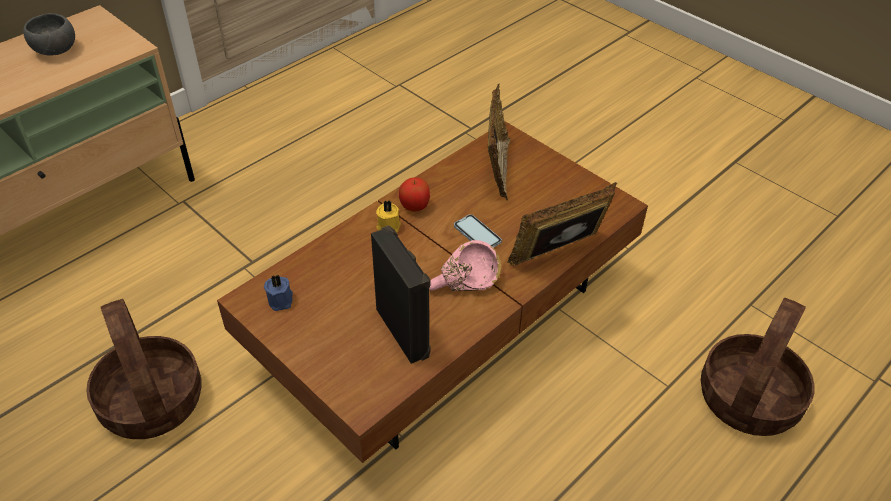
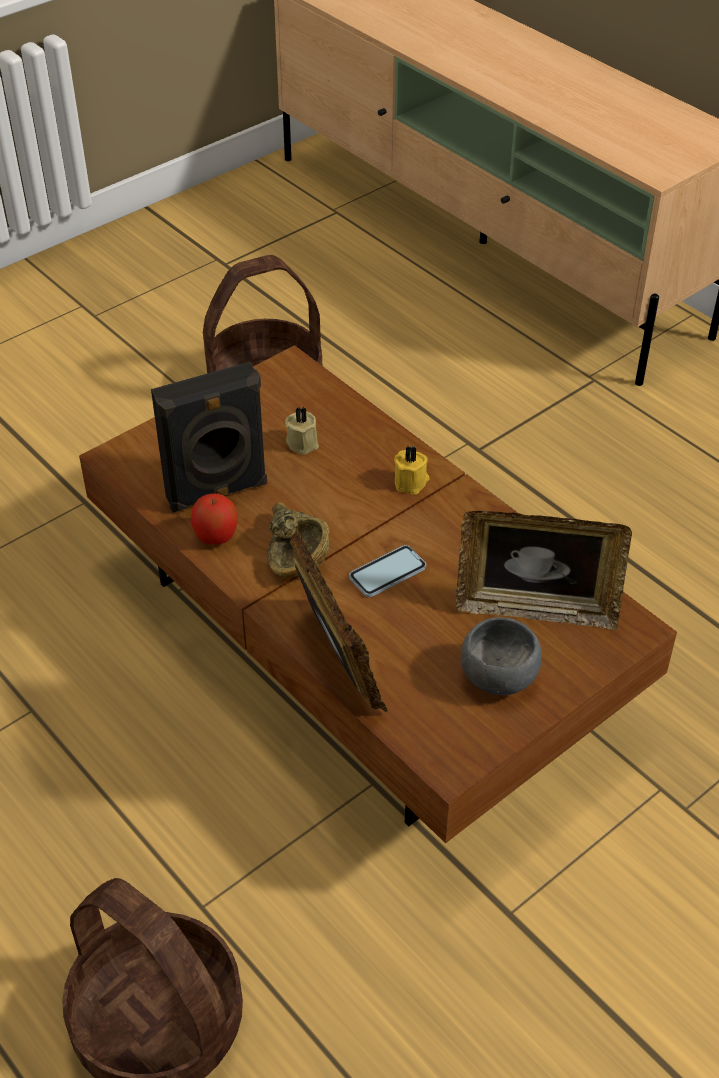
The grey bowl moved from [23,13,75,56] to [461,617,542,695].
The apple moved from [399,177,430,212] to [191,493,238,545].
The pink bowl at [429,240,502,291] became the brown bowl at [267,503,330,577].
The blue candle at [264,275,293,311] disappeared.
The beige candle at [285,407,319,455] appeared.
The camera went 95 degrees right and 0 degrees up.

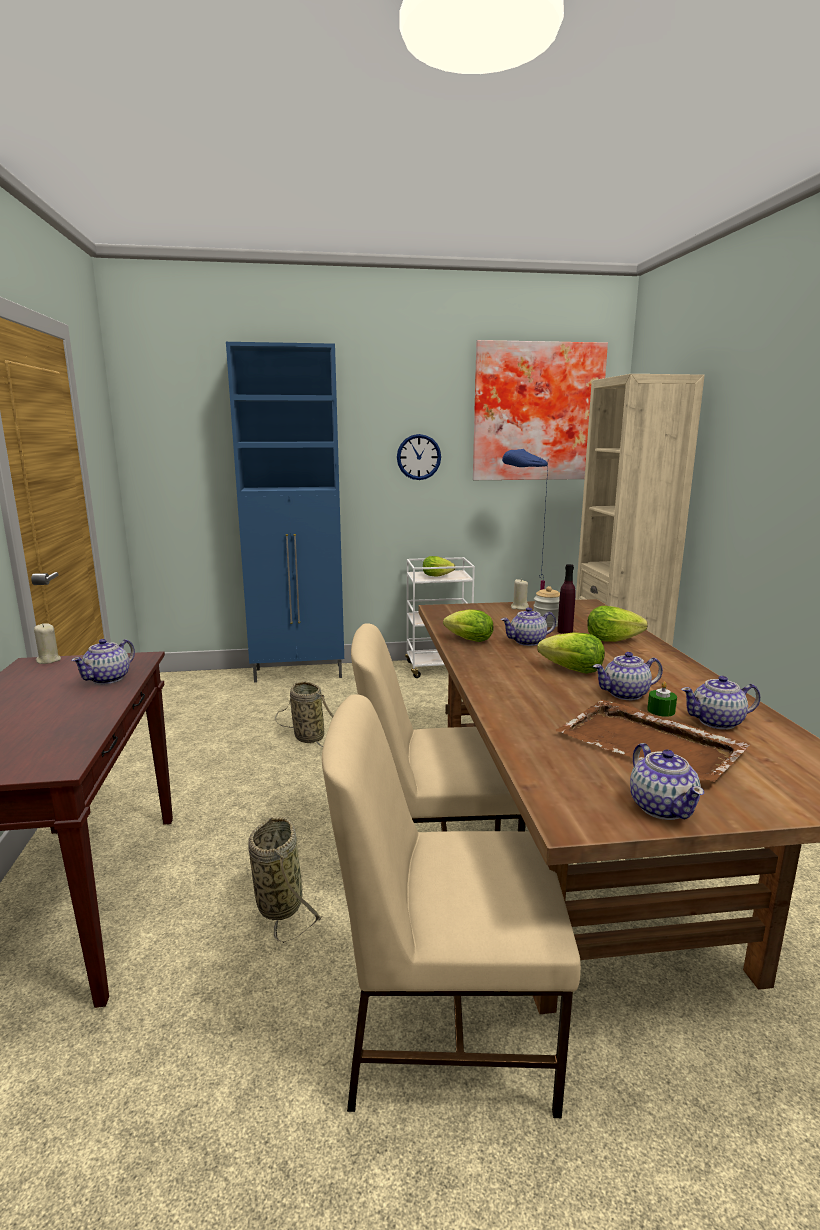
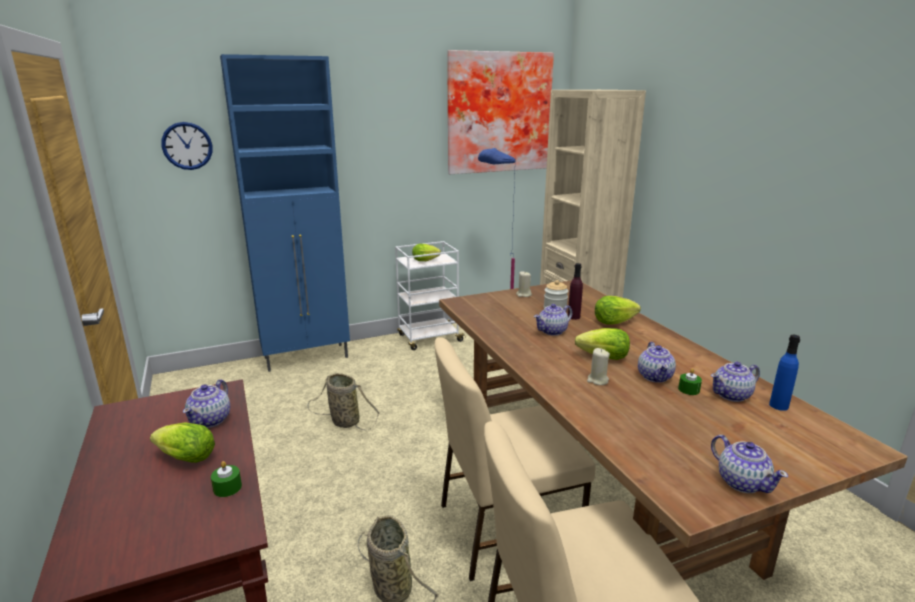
The wall clock moved from [397,434,441,480] to [161,122,213,170].
The lettuce moved from [443,609,493,642] to [150,422,215,463].
The beige candle moved from [34,623,61,664] to [587,348,610,385].
The teapot at [593,652,663,700] turned 60 degrees counterclockwise.
The brown tray at [556,700,750,782] disappeared.
The blue bottle at [769,335,800,411] appeared.
The green candle at [211,461,242,497] appeared.
The camera went 15 degrees left and 5 degrees up.

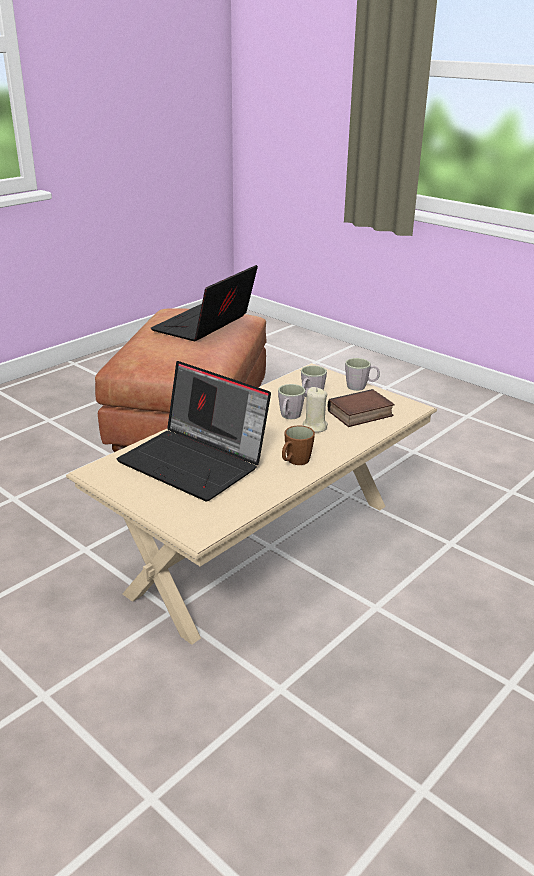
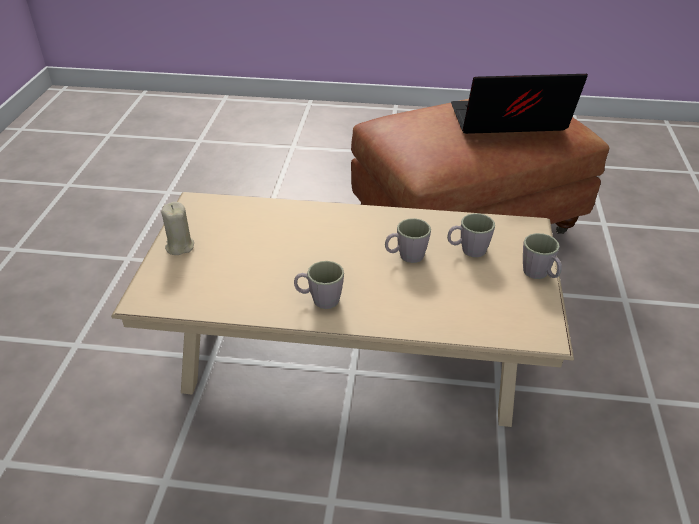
The laptop at [116,361,271,501] disappeared.
The beige candle moved from [303,387,328,433] to [161,202,194,255].
The book at [328,389,395,427] disappeared.
The brown mug at [282,425,315,465] became the grey mug at [294,261,344,309].
The camera went 55 degrees right and 10 degrees up.

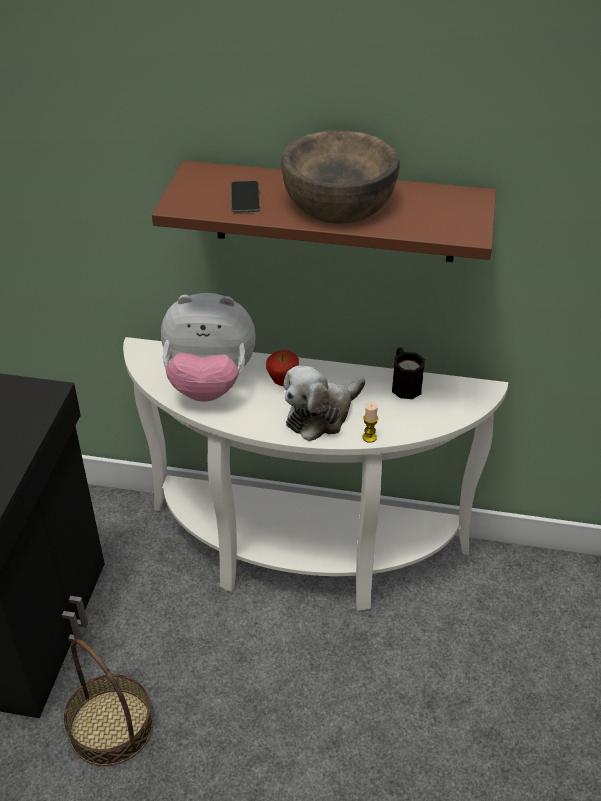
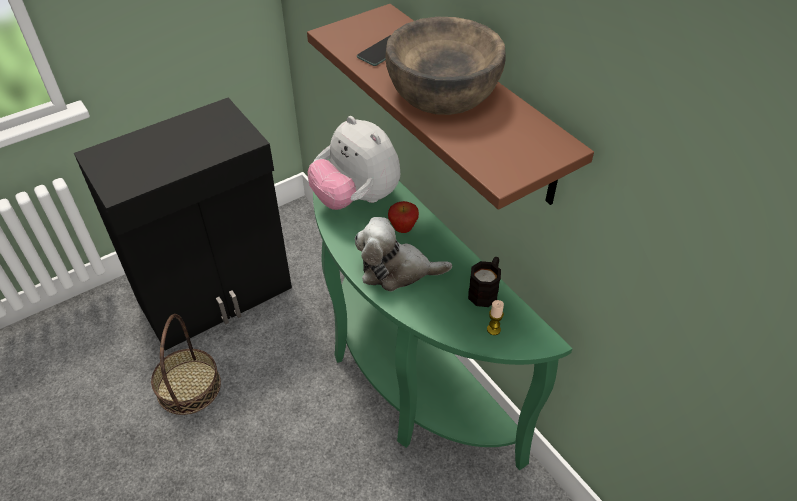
The white console table at [123,337,508,610] became the green console table at [313,159,573,470].
The candle moved from [363,403,378,443] to [487,300,504,335].
The camera went 45 degrees right and 5 degrees up.

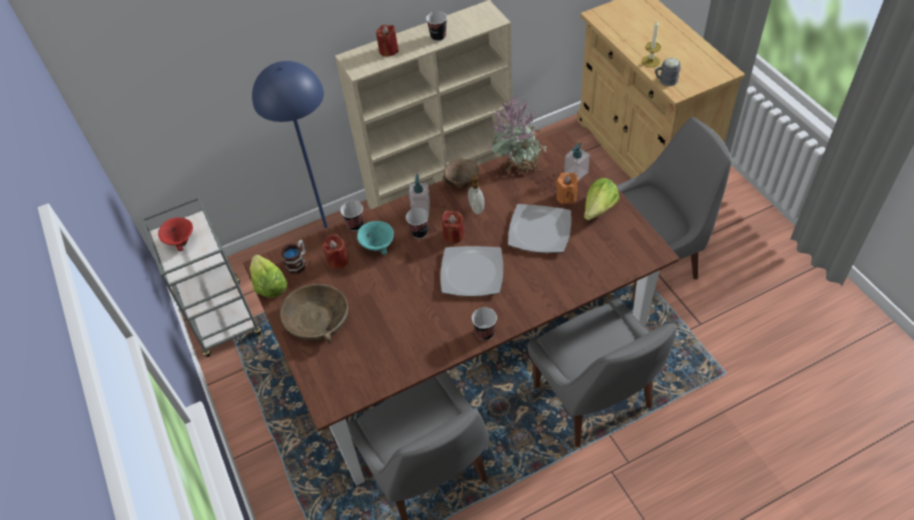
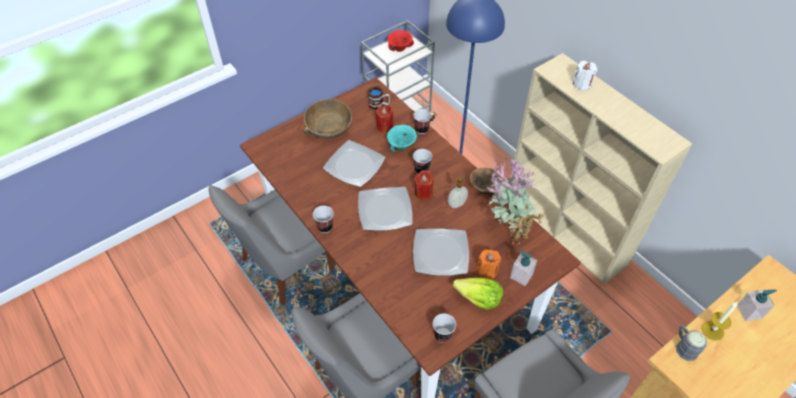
The cup moved from [426,11,447,42] to [433,313,456,343].
The red candle at [376,25,399,56] became the white candle at [572,61,597,90].
The soap dispenser moved from [409,174,430,214] to [737,289,777,322].
The lettuce at [250,255,287,298] disappeared.
The plate at [323,140,386,187] appeared.
The camera went 75 degrees right and 0 degrees up.

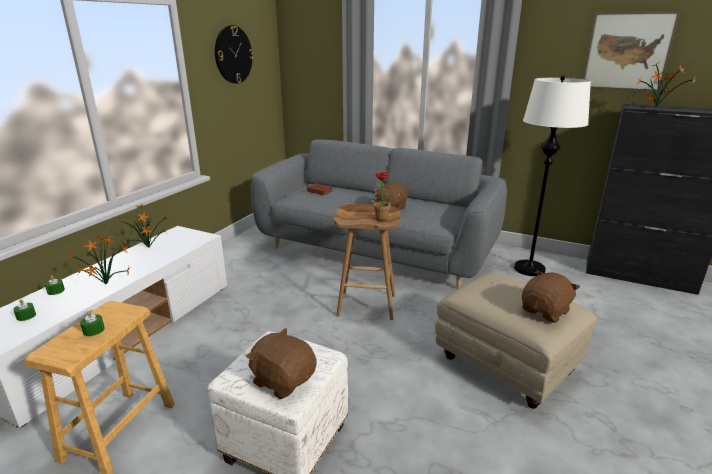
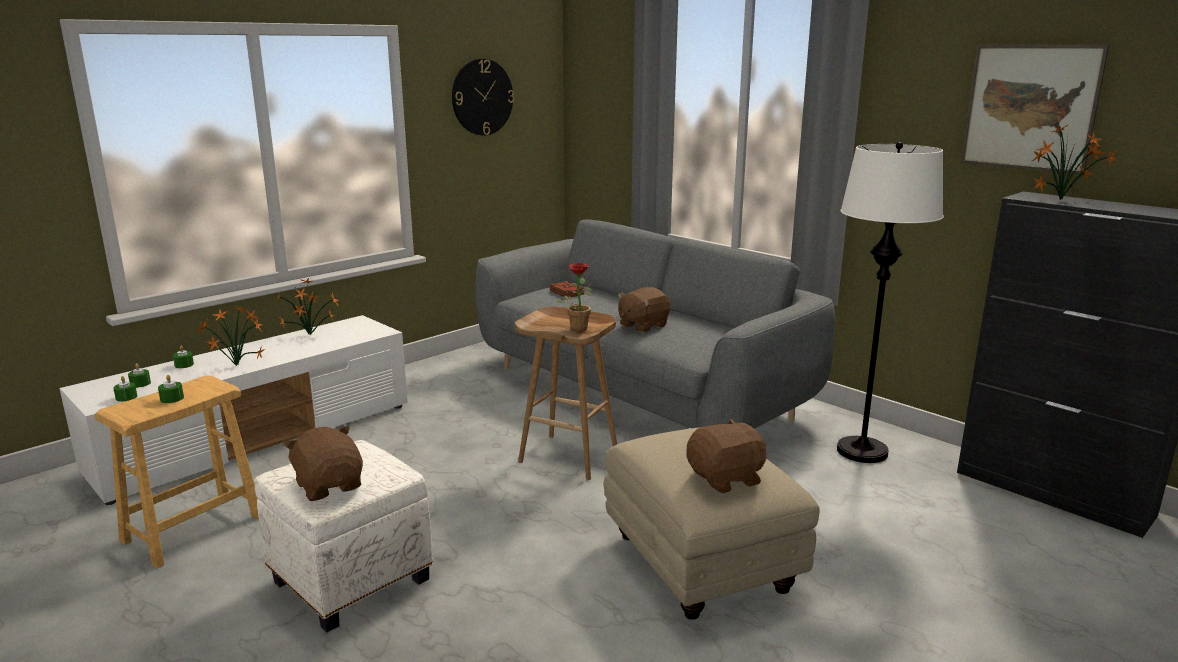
The green candle at [113,376,137,402] appeared.
The camera went 20 degrees right and 5 degrees down.

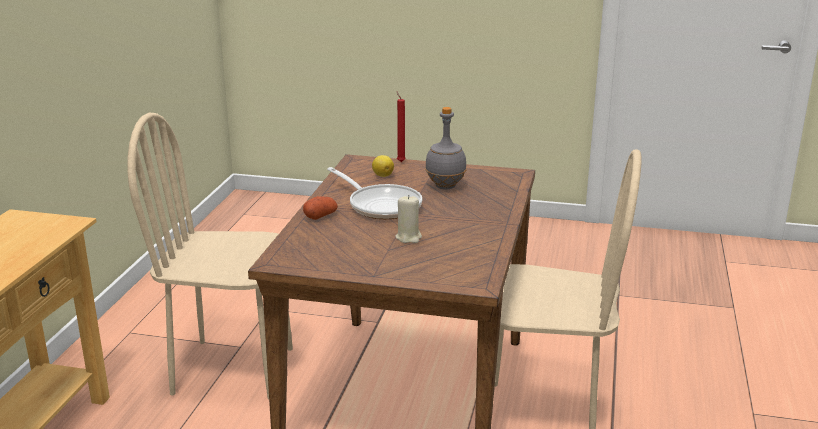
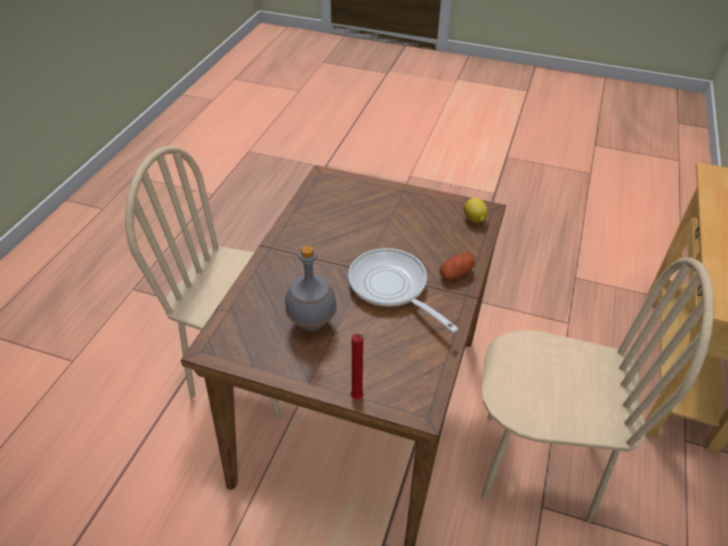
The lemon moved from [372,155,394,177] to [464,198,488,223].
The beige candle at [395,195,422,243] disappeared.
The camera went 175 degrees left and 20 degrees up.

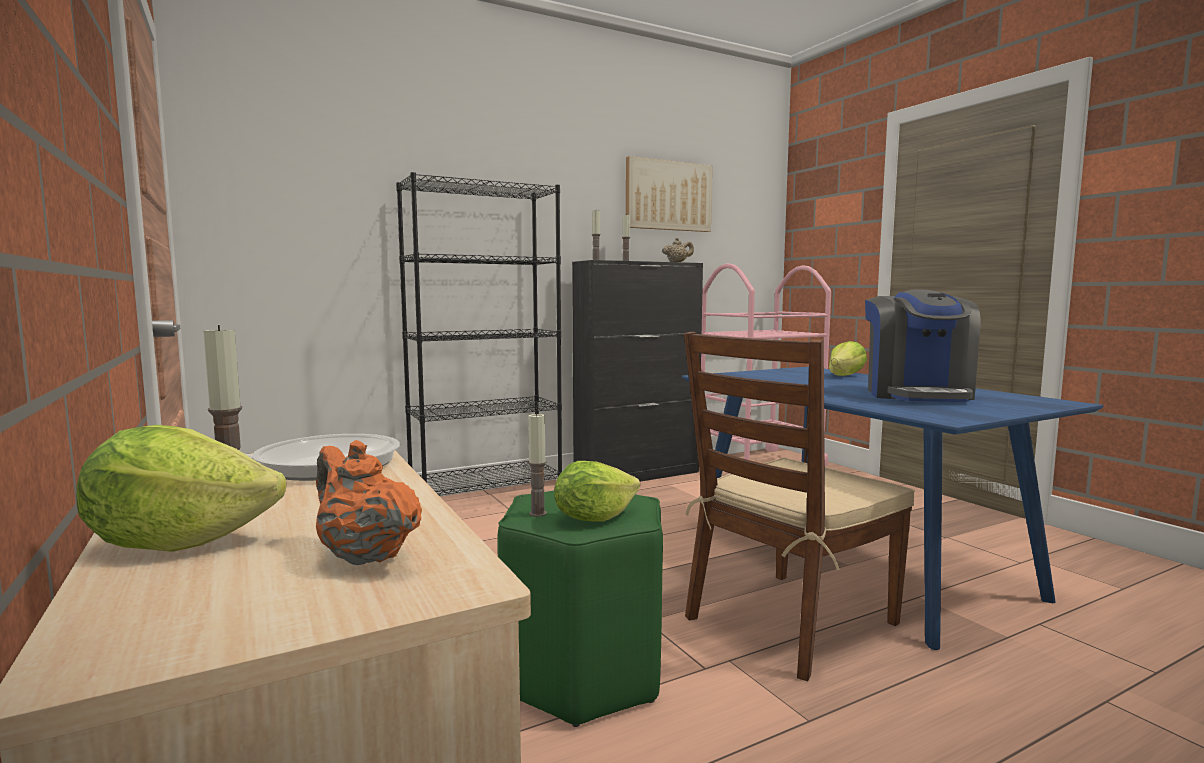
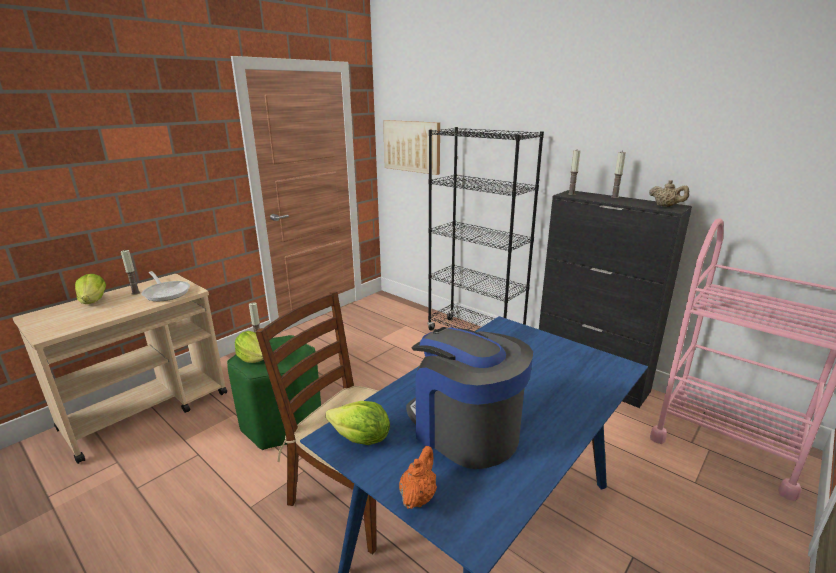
The picture moved from [626,156,712,232] to [383,120,440,175].
The coffee machine at [865,290,981,402] turned 60 degrees clockwise.
The lettuce moved from [829,341,867,376] to [325,401,390,445].
The orange teapot moved from [316,440,422,565] to [399,446,437,509].
The camera went 70 degrees right and 15 degrees up.

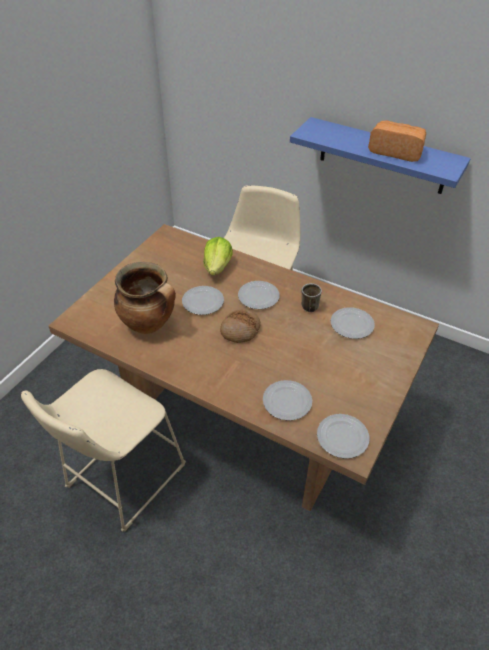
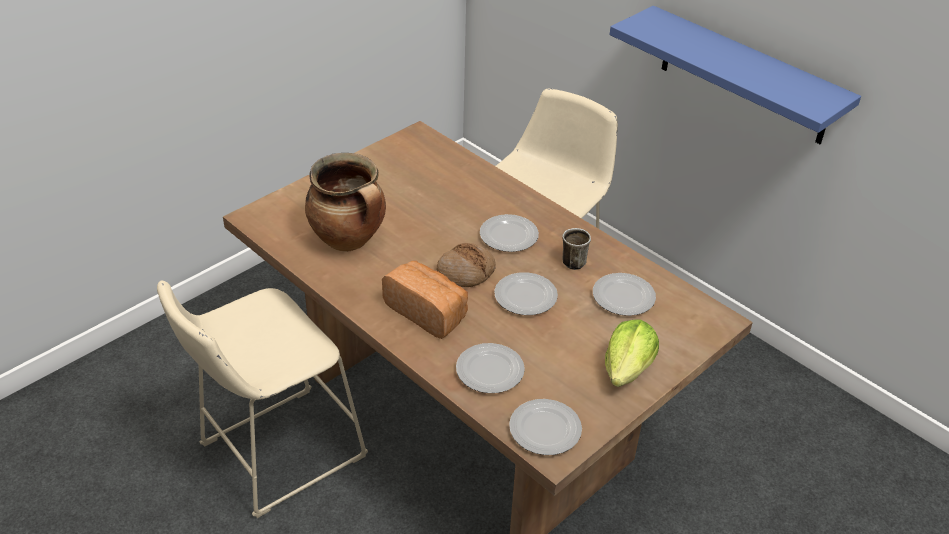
The bread moved from [368,121,426,162] to [382,261,468,339].
The lettuce moved from [203,237,233,276] to [605,320,659,387].
The plate moved from [182,286,224,315] to [494,272,558,315].
The camera went 15 degrees right and 5 degrees down.

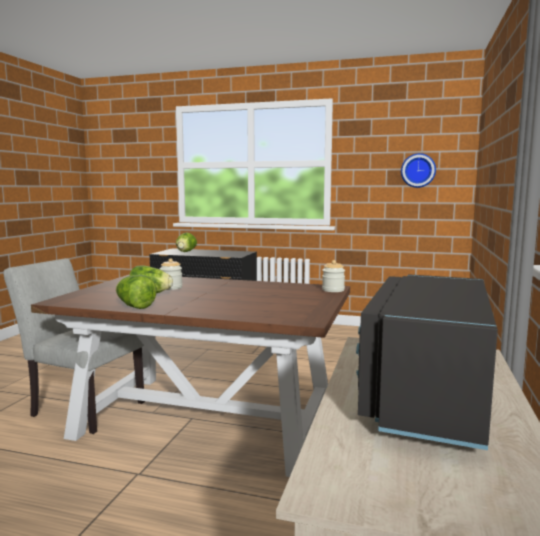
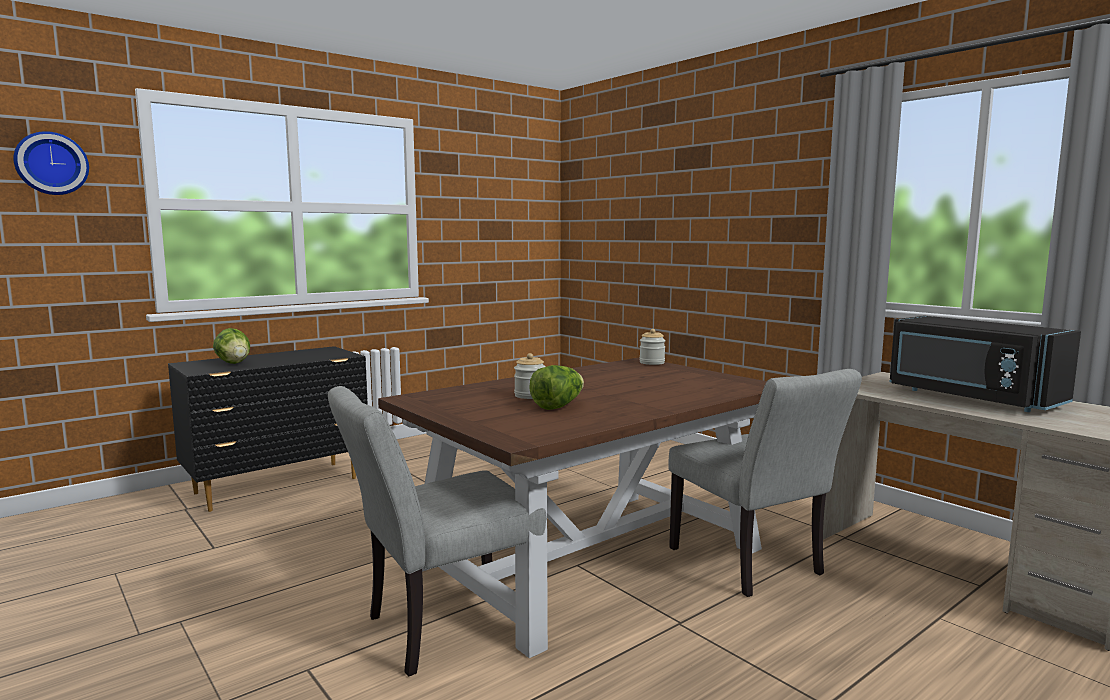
The wall clock moved from [401,153,436,188] to [13,131,89,195].
The lettuce at [116,275,157,309] disappeared.
The grey chair at [668,369,862,597] appeared.
The camera went 55 degrees left and 0 degrees up.

